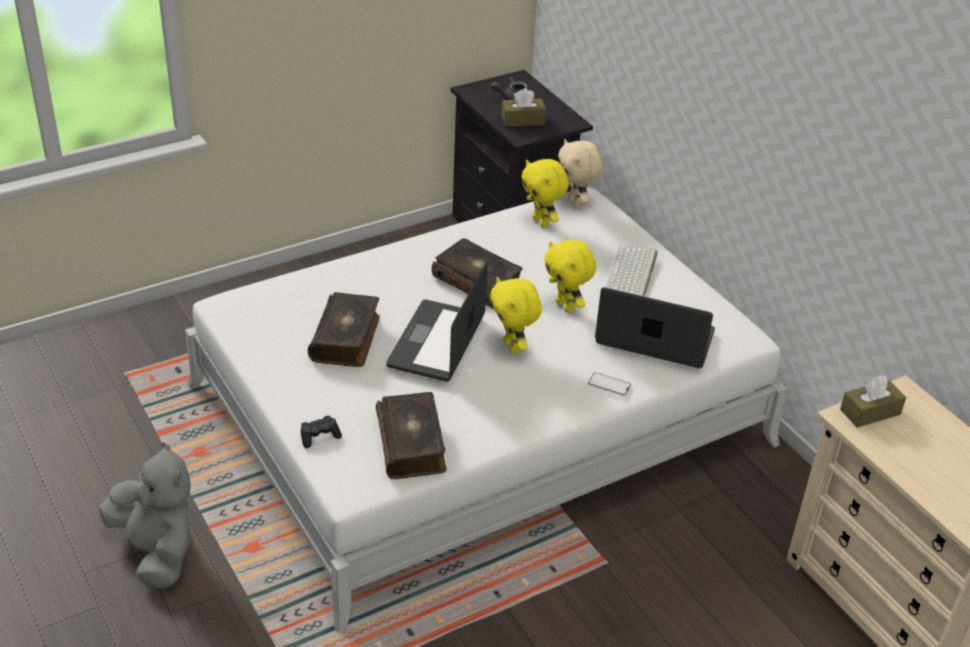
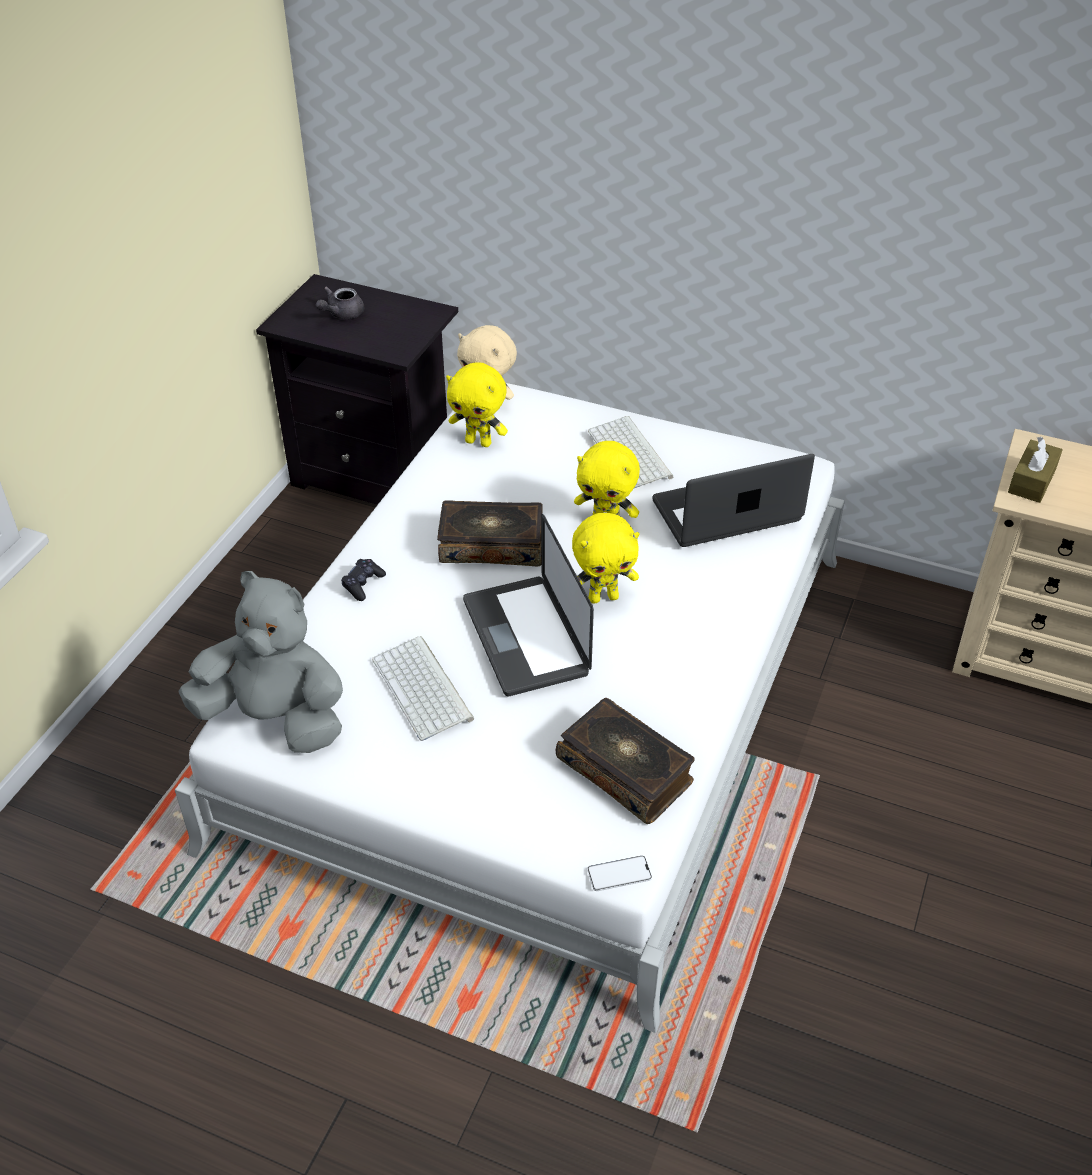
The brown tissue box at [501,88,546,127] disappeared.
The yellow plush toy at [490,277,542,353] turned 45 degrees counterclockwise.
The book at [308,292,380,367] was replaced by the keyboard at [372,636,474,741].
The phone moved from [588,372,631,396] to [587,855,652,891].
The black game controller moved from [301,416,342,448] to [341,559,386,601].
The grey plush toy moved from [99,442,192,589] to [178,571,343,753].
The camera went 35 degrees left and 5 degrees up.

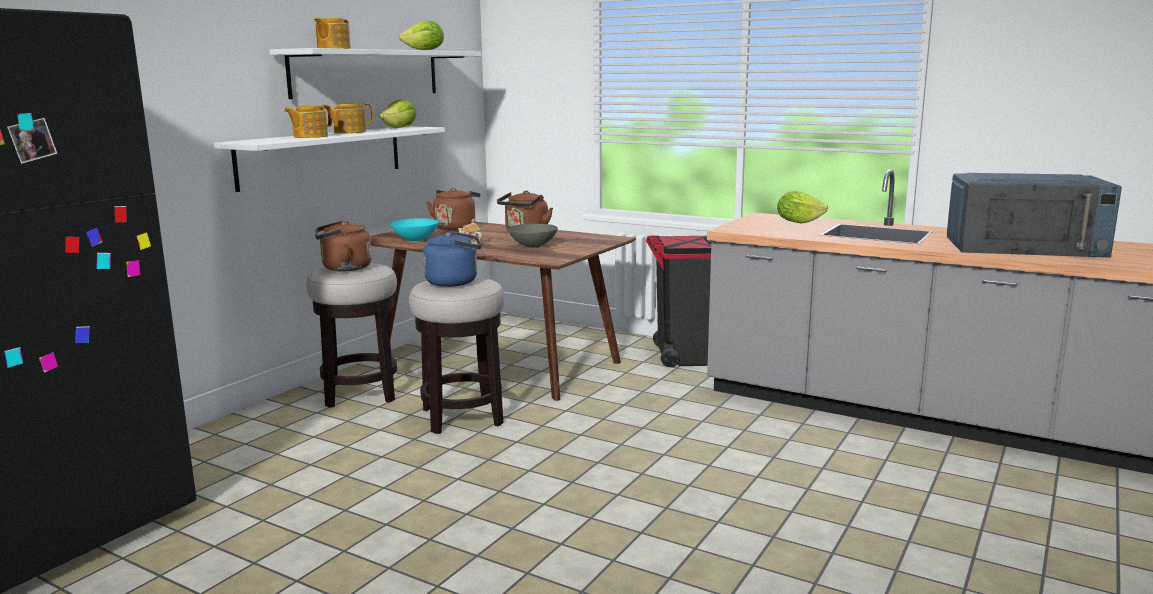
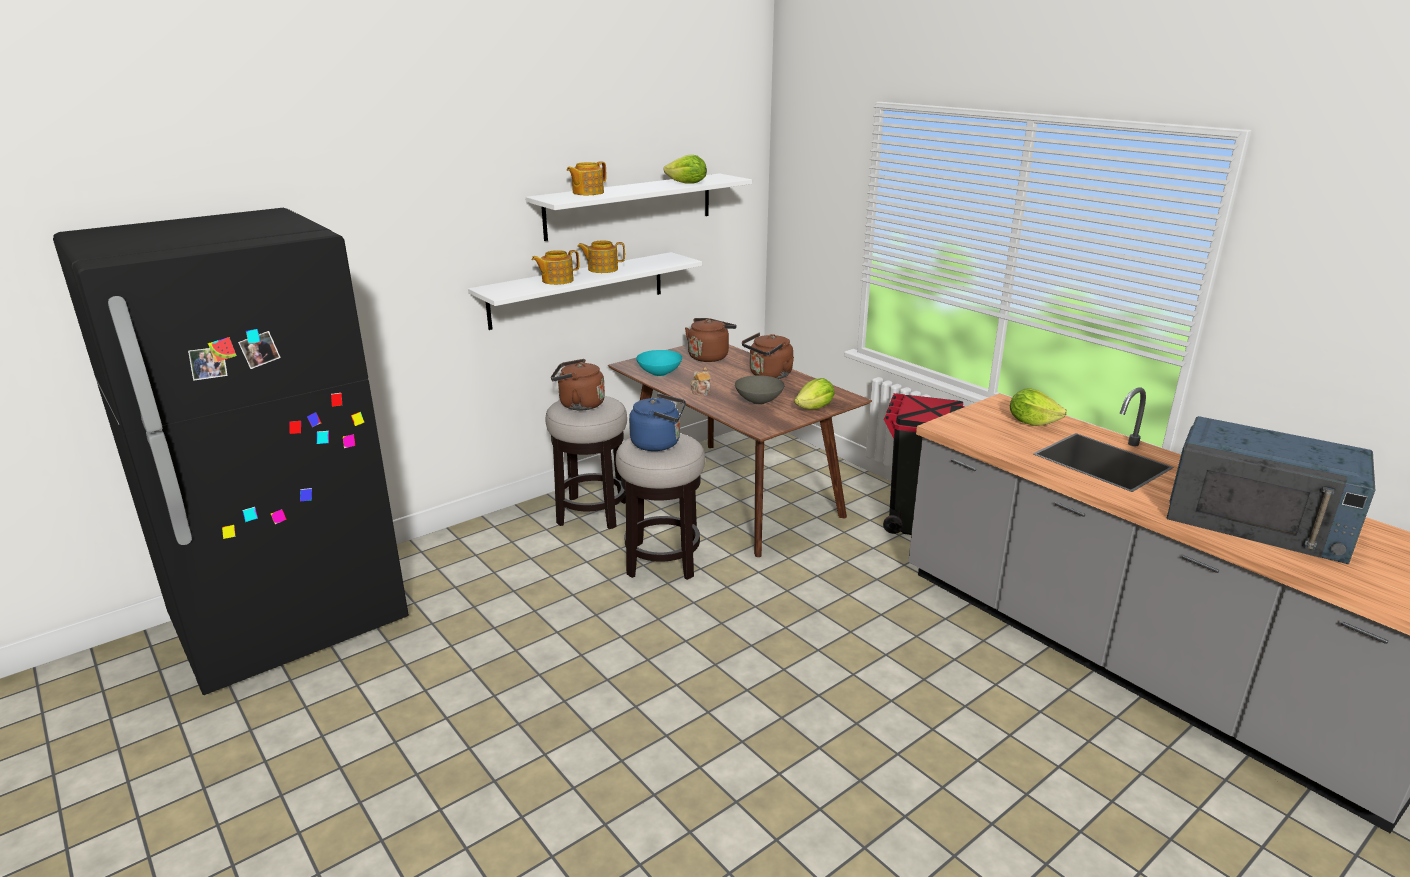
The lettuce moved from [380,99,417,128] to [794,378,835,409].
The camera went 20 degrees right and 10 degrees up.

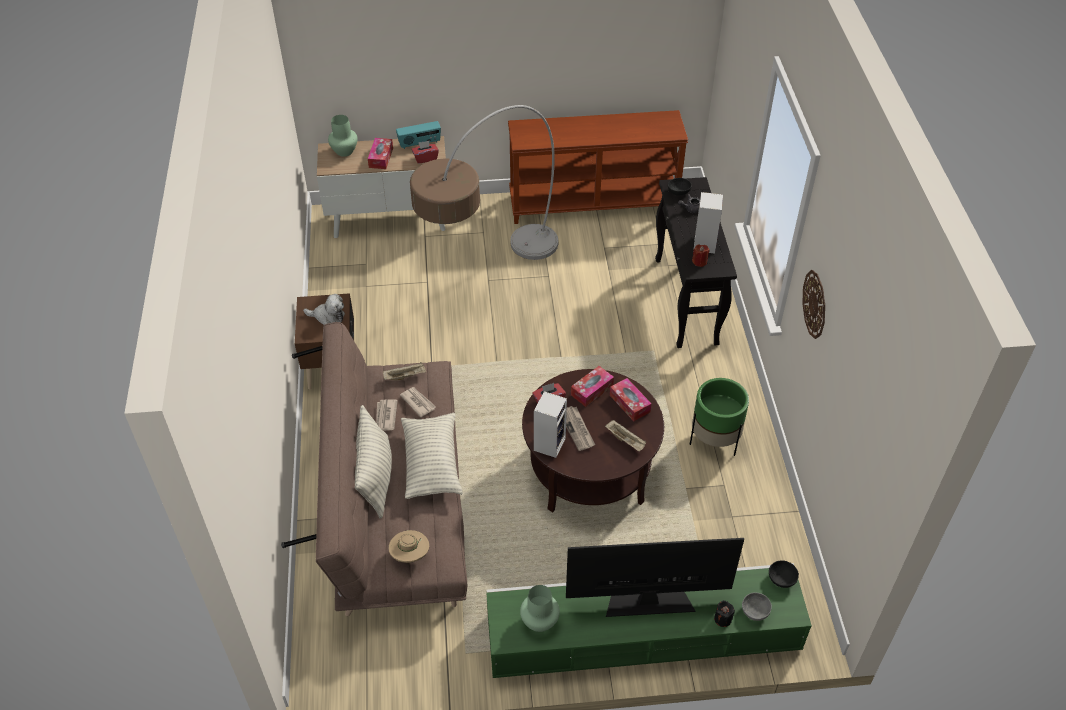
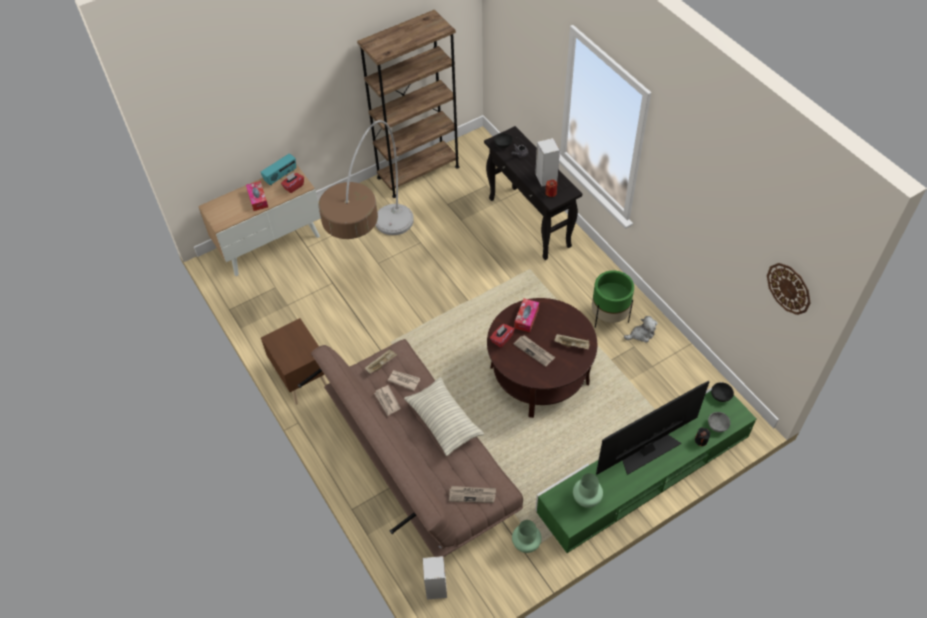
The brown console table at [508,110,688,224] was replaced by the brown bookcase at [357,10,459,198].
The green vase moved from [328,115,358,157] to [512,520,542,553].
The wall clock moved from [802,270,825,339] to [767,263,811,315].
The plush toy moved from [303,294,345,325] to [624,316,658,343].
The tissue box at [610,378,652,421] disappeared.
The speaker moved from [534,391,567,458] to [423,556,447,600].
The pillow at [355,405,392,518] disappeared.
The beige hat at [388,530,429,563] was replaced by the newspaper at [449,486,496,503].
The camera went 25 degrees left and 5 degrees up.

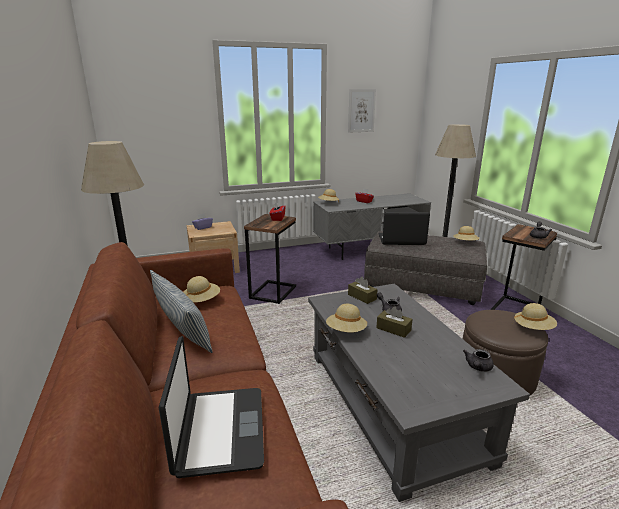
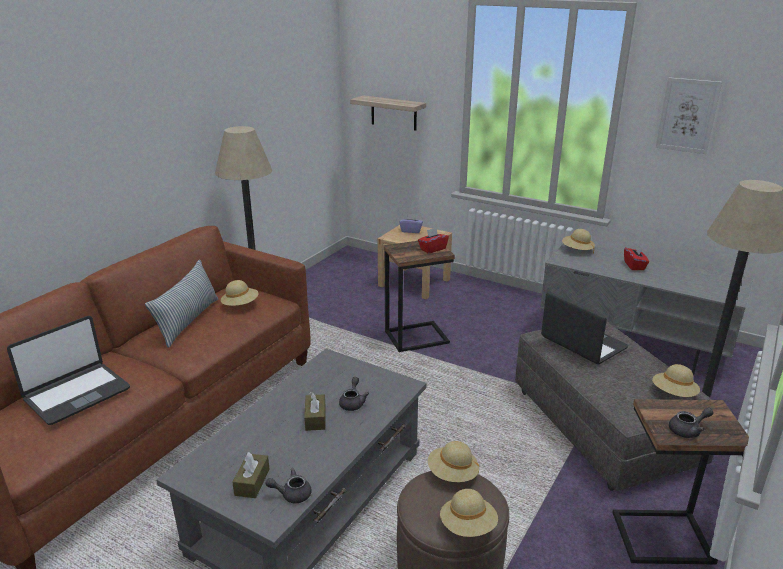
The brown tissue box moved from [348,277,378,304] to [232,452,269,498].
The beige hat moved from [326,304,367,332] to [428,441,479,482].
The shelf at [350,95,426,131] appeared.
The camera went 50 degrees right and 5 degrees up.

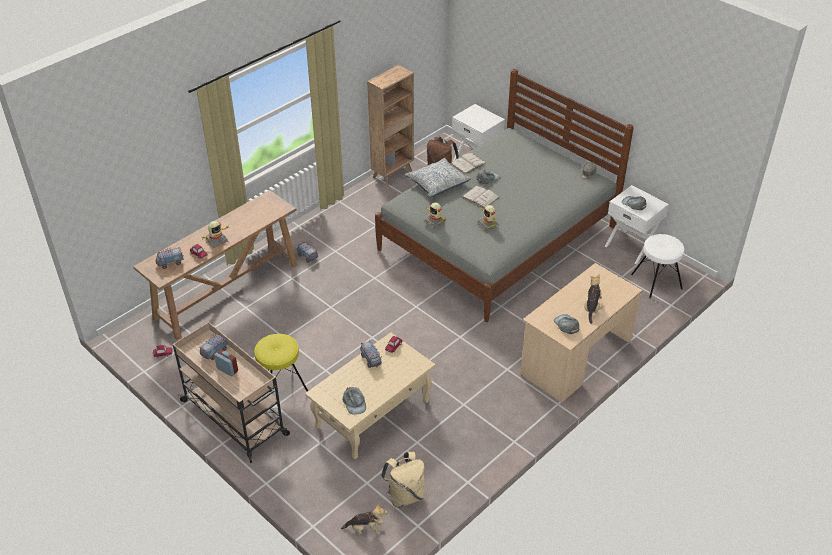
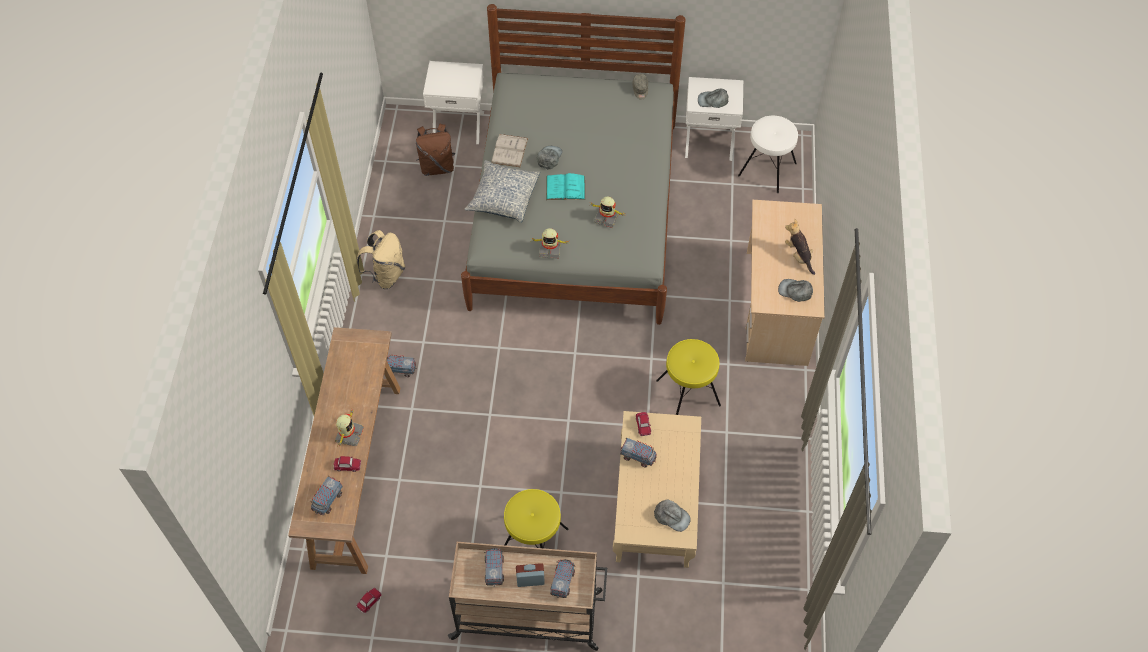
The brown bookcase at [367,65,414,186] disappeared.
The white book at [462,186,500,208] became the turquoise book at [546,173,585,200].
The beige backpack moved from [381,452,425,508] to [357,230,405,289].
The plush toy at [341,504,387,535] disappeared.
The yellow stool at [656,339,721,415] appeared.
The toy truck at [550,559,575,598] appeared.
The camera went 40 degrees left and 15 degrees up.

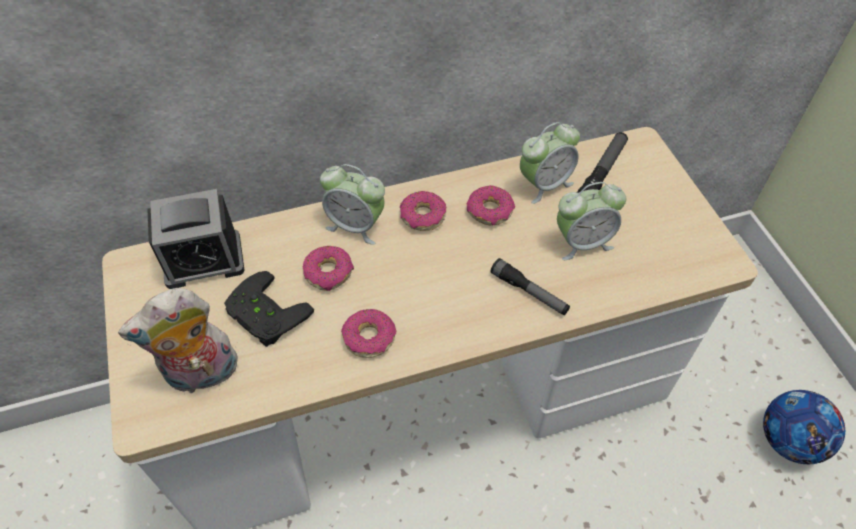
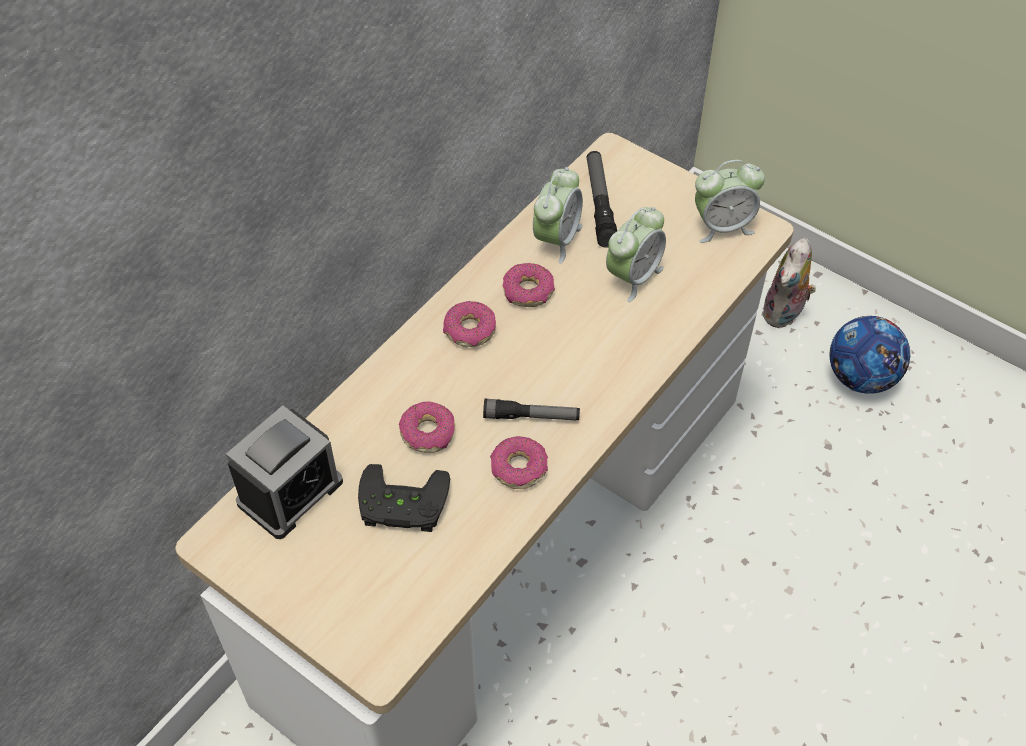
The alarm clock moved from [320,164,385,245] to [695,160,765,243].
The flashlight moved from [490,258,570,315] to [483,399,580,420].
The plush toy moved from [118,288,238,393] to [761,238,816,328].
The camera went 35 degrees left and 0 degrees up.

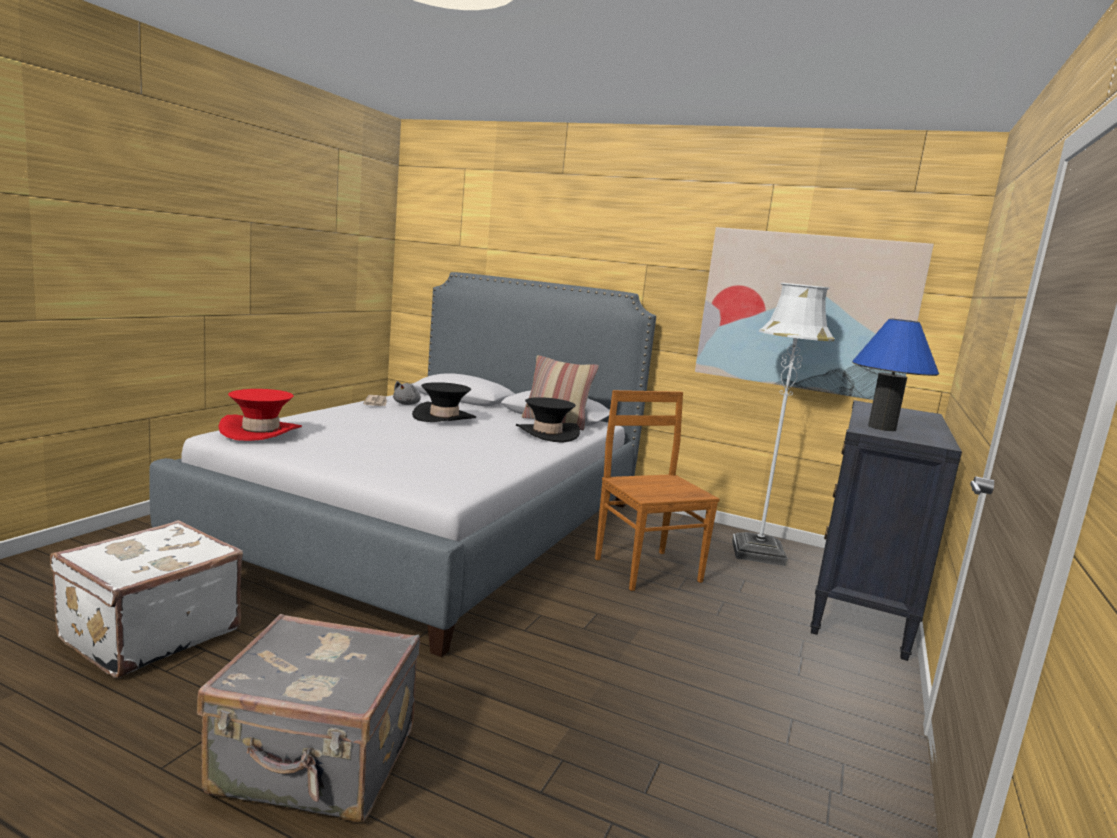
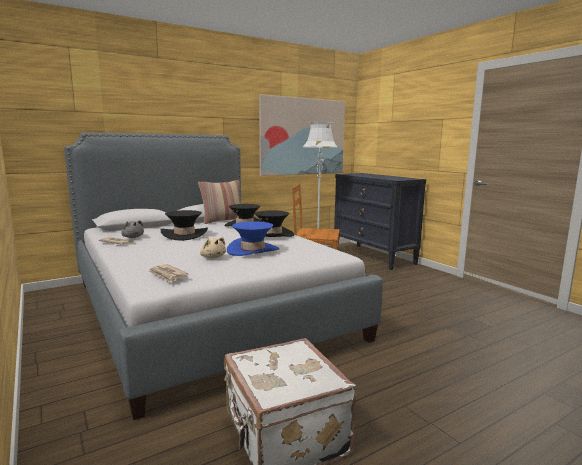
The blue table lamp at [852,318,939,431] disappeared.
The red hat at [218,389,302,441] was replaced by the newspaper at [148,264,188,282].
The grey suitcase at [197,614,420,822] disappeared.
The black hat at [254,210,294,237] appeared.
The blue hat at [227,221,279,256] appeared.
The beige plush toy at [200,237,226,259] appeared.
The camera went 55 degrees left and 0 degrees up.

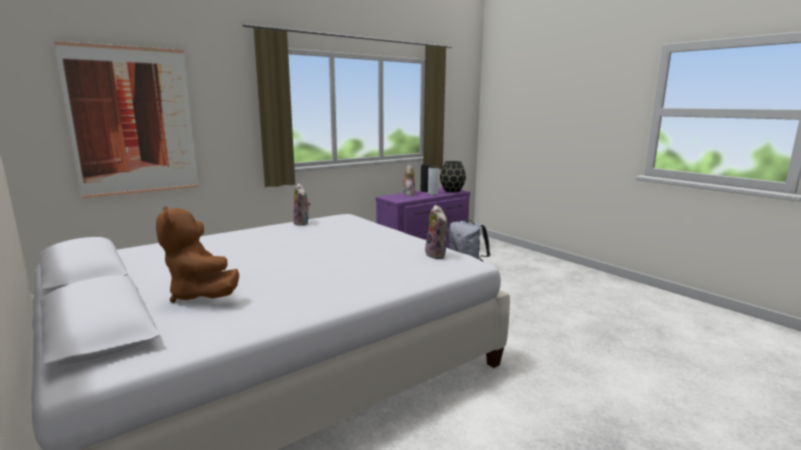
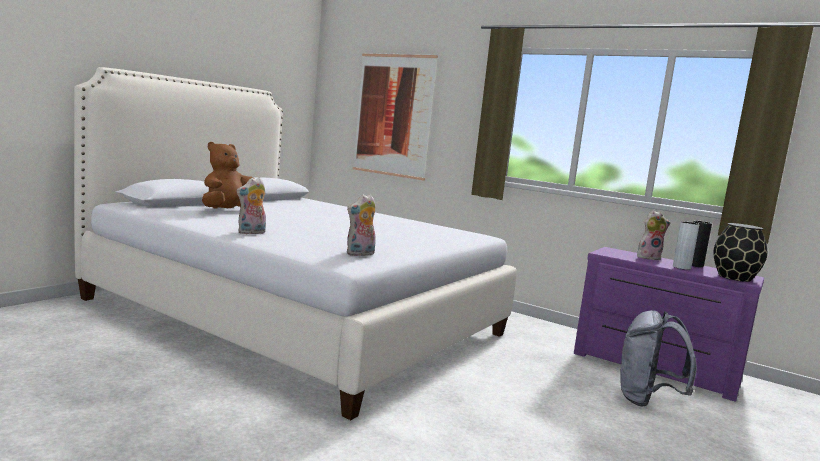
The plush toy moved from [293,183,311,226] to [236,178,266,234].
The camera went 70 degrees right and 5 degrees down.

